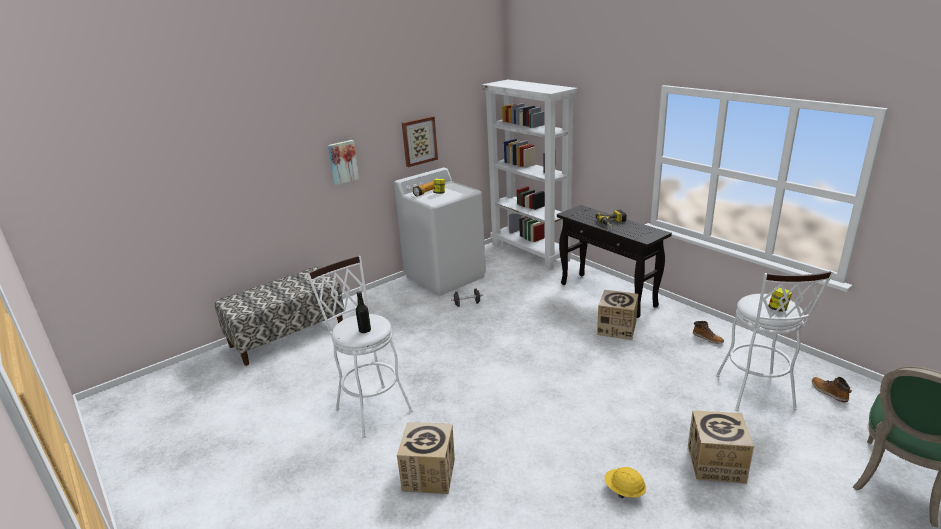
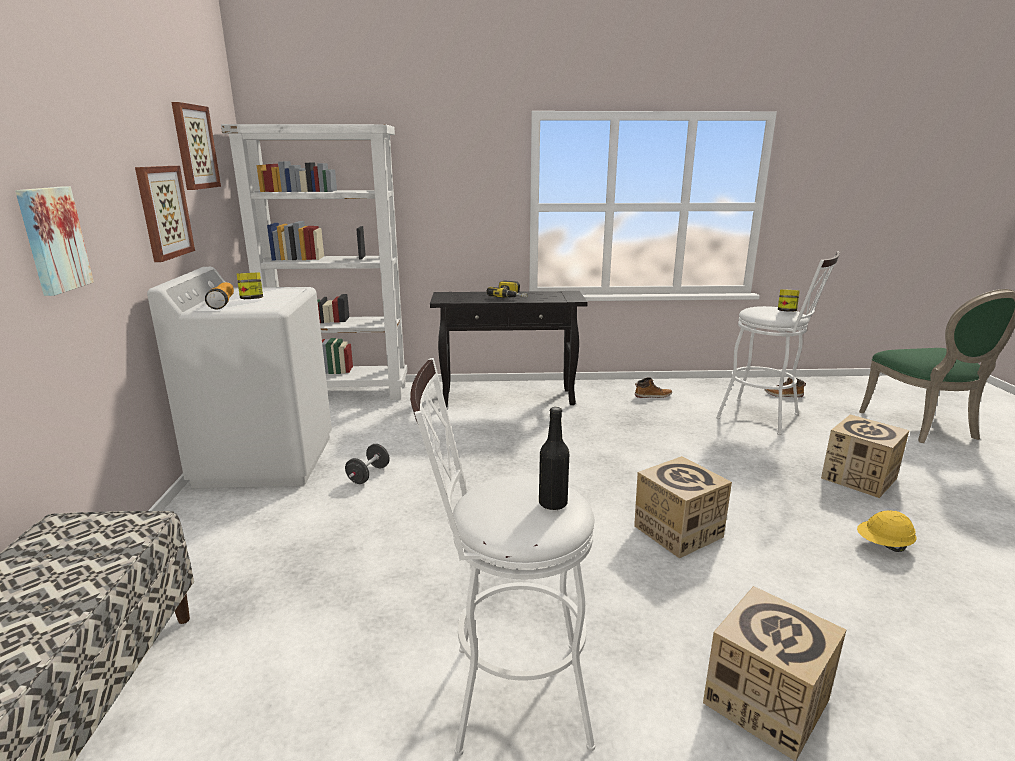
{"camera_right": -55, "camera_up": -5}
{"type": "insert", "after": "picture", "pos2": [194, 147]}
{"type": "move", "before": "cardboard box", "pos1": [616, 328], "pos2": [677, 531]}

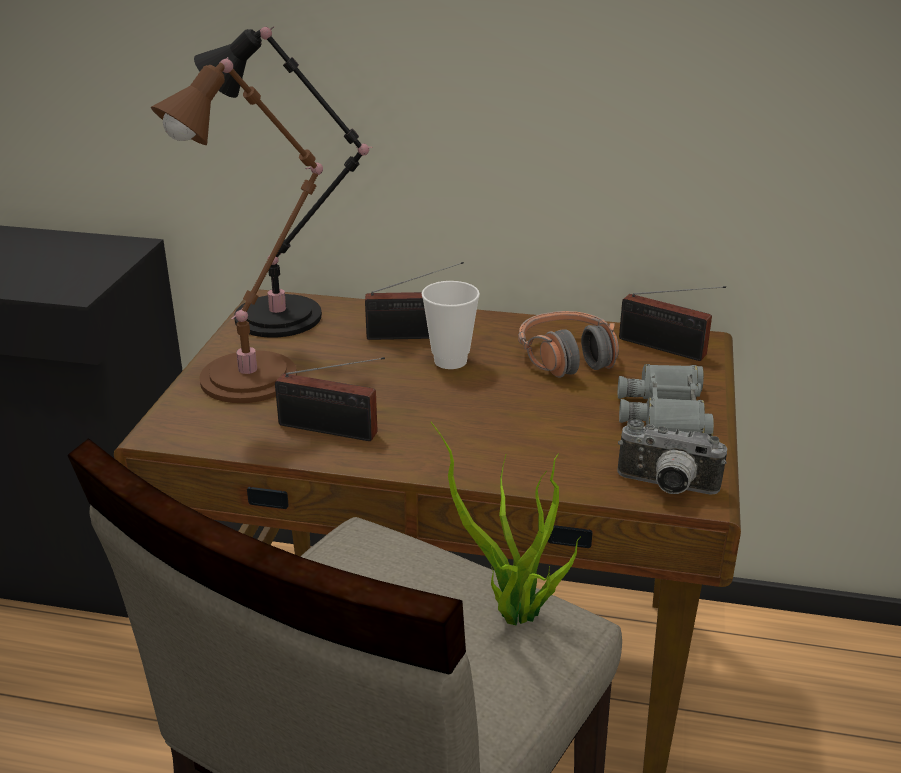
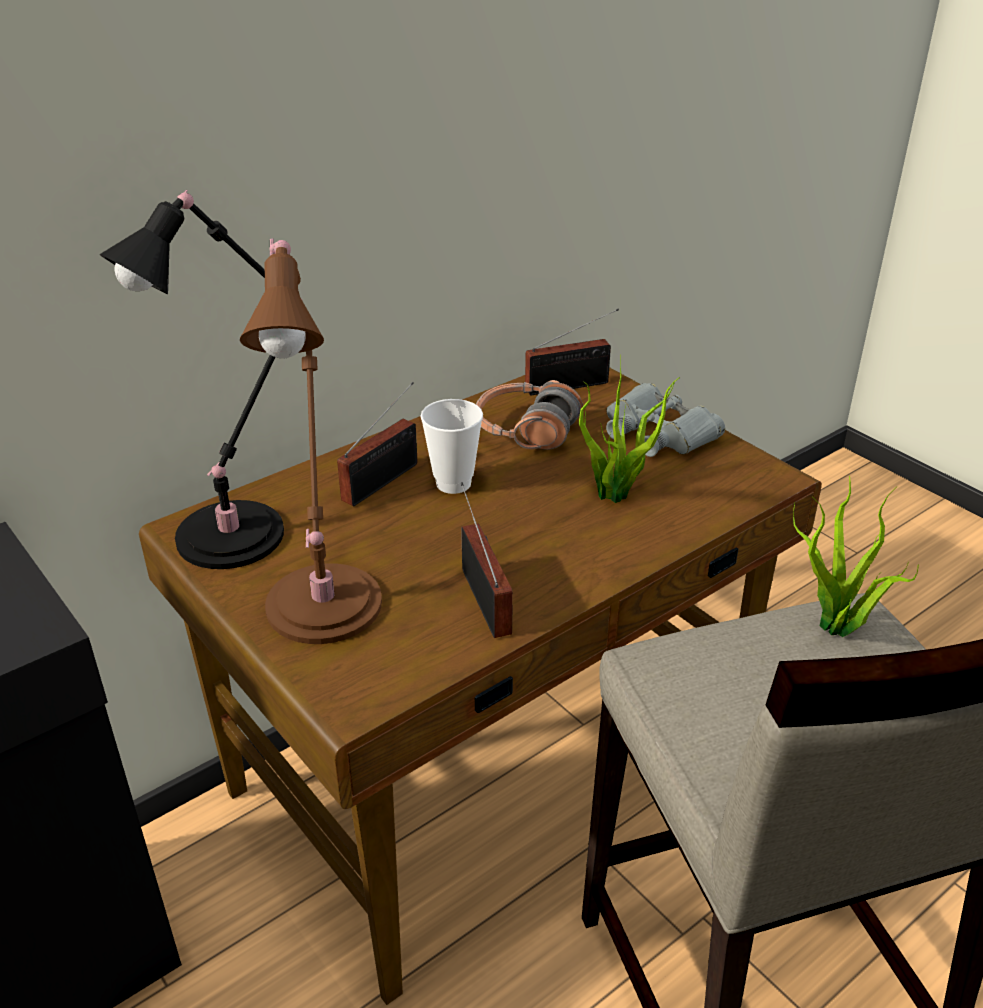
{"camera_right": -50, "camera_up": 5}
{"type": "rotate", "before": "radio", "pos1": [333, 430], "pos2": [485, 597], "turn": -75}
{"type": "insert", "after": "potted plant", "pos2": [617, 495]}
{"type": "delete", "before": "photo camera", "pos1": [666, 488]}

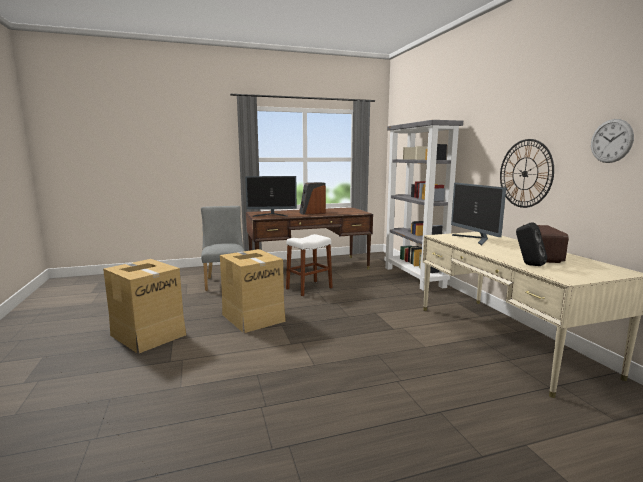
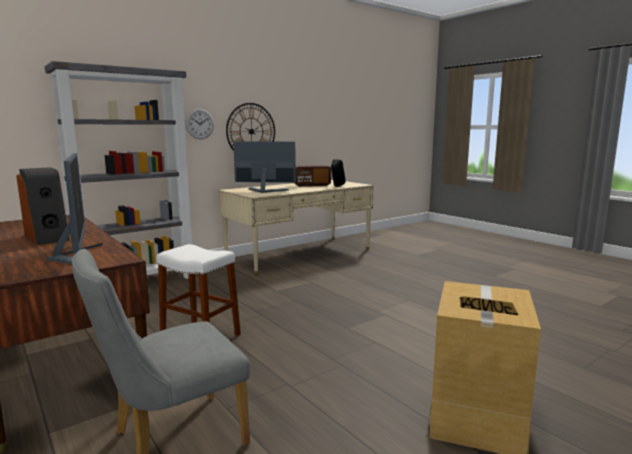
{"camera_right": -110, "camera_up": 0}
{"type": "move", "before": "wall clock", "pos1": [611, 141], "pos2": [200, 124]}
{"type": "rotate", "before": "monitor", "pos1": [475, 240], "pos2": [264, 191], "turn": -135}
{"type": "delete", "before": "cardboard box", "pos1": [253, 317]}

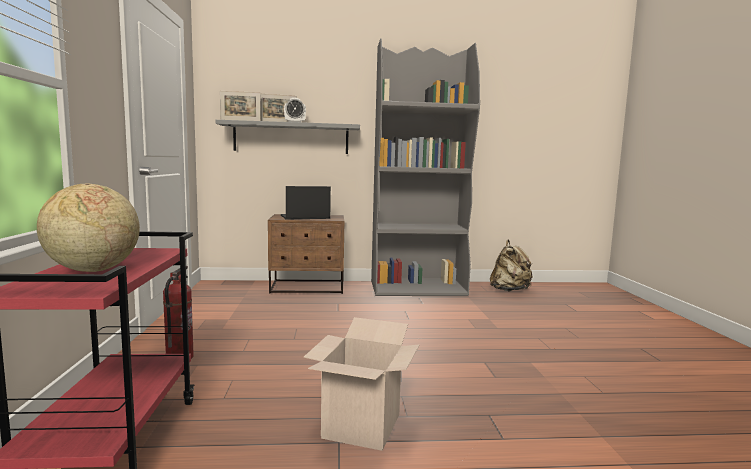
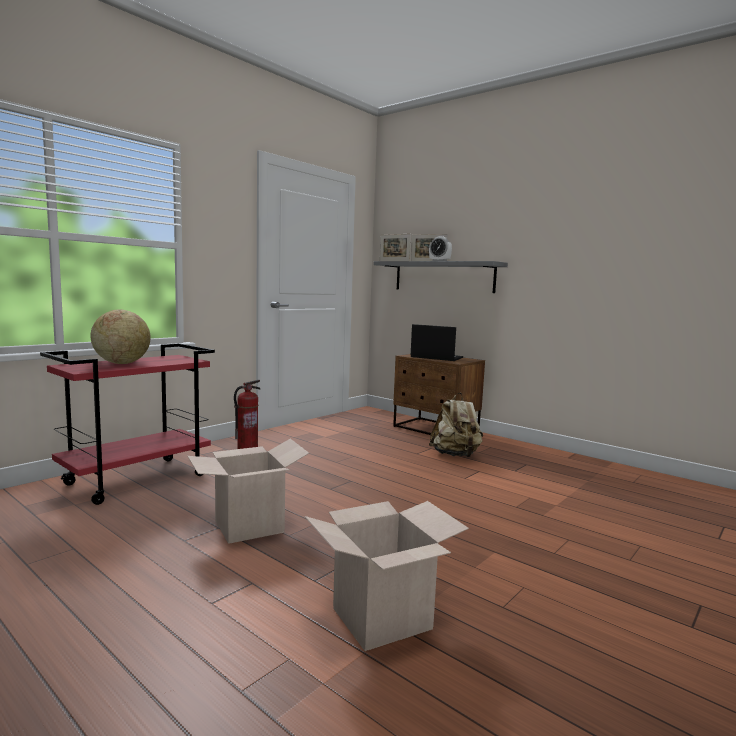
{"camera_right": 45, "camera_up": 0}
{"type": "insert", "after": "cardboard box", "pos2": [382, 618]}
{"type": "move", "before": "backpack (beige)", "pos1": [509, 290], "pos2": [455, 455]}
{"type": "delete", "before": "bookcase (grey)", "pos1": [418, 288]}

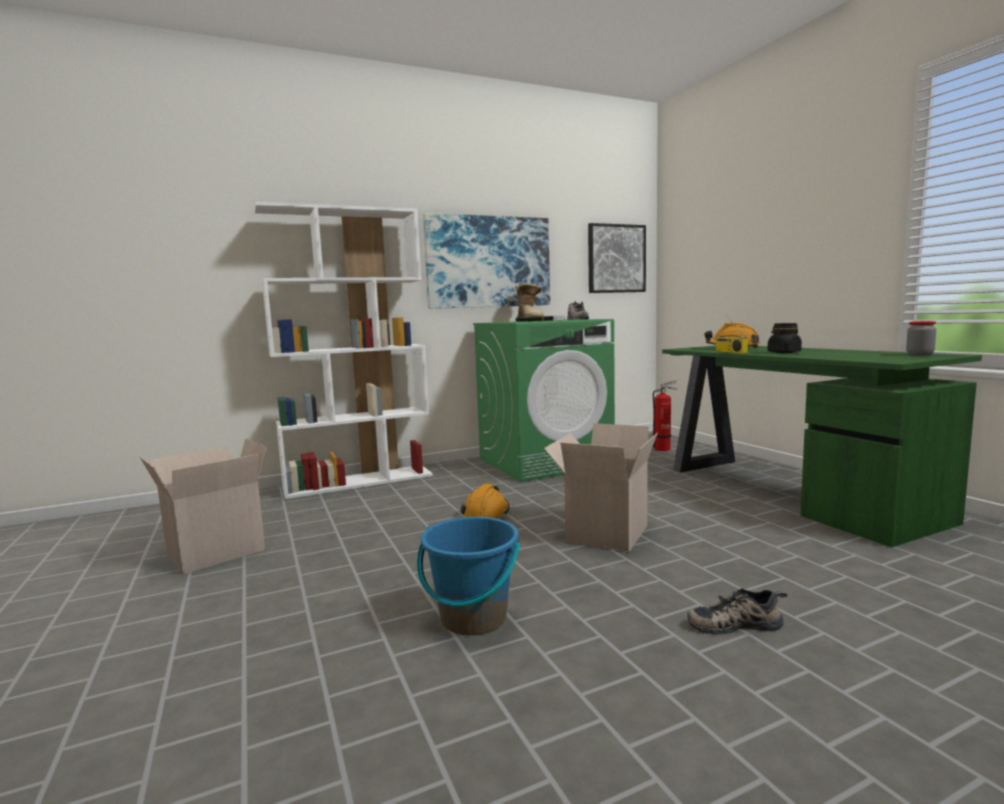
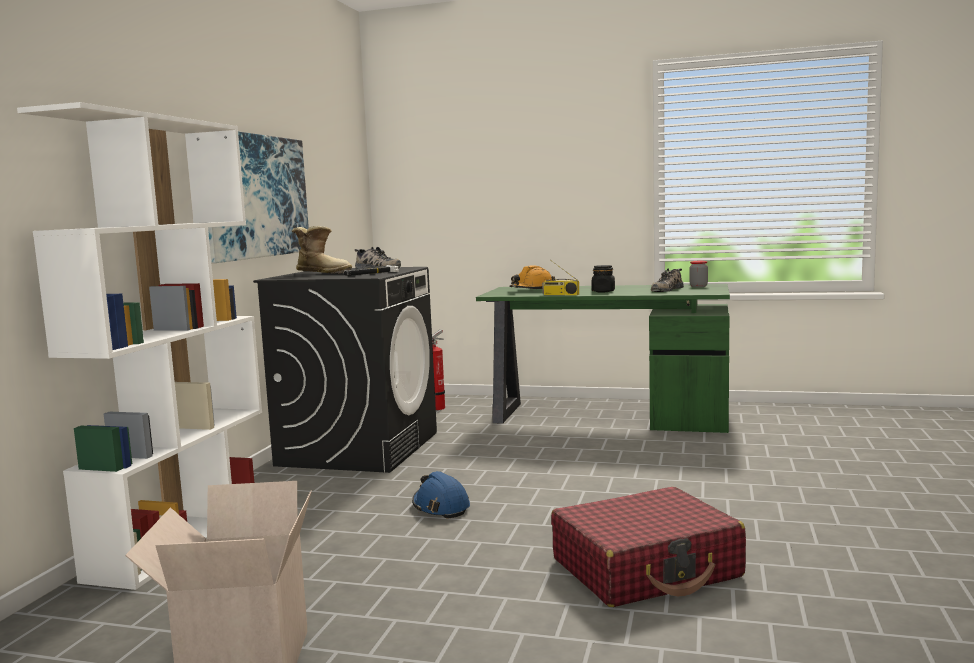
{"camera_right": -50, "camera_up": 0}
{"type": "recolor", "before": "washing machine (green)", "after": "washing machine (black)", "pos1": [545, 462], "pos2": [359, 448]}
{"type": "recolor", "before": "hard hat (orange)", "after": "hard hat (blue)", "pos1": [486, 513], "pos2": [440, 507]}
{"type": "replace", "before": "bucket (blue)", "after": "suitcase (red)", "pos1": [473, 618], "pos2": [647, 568]}
{"type": "move", "before": "shoe", "pos1": [734, 623], "pos2": [666, 289]}
{"type": "delete", "before": "cardboard box", "pos1": [605, 532]}
{"type": "delete", "before": "picture", "pos1": [616, 259]}

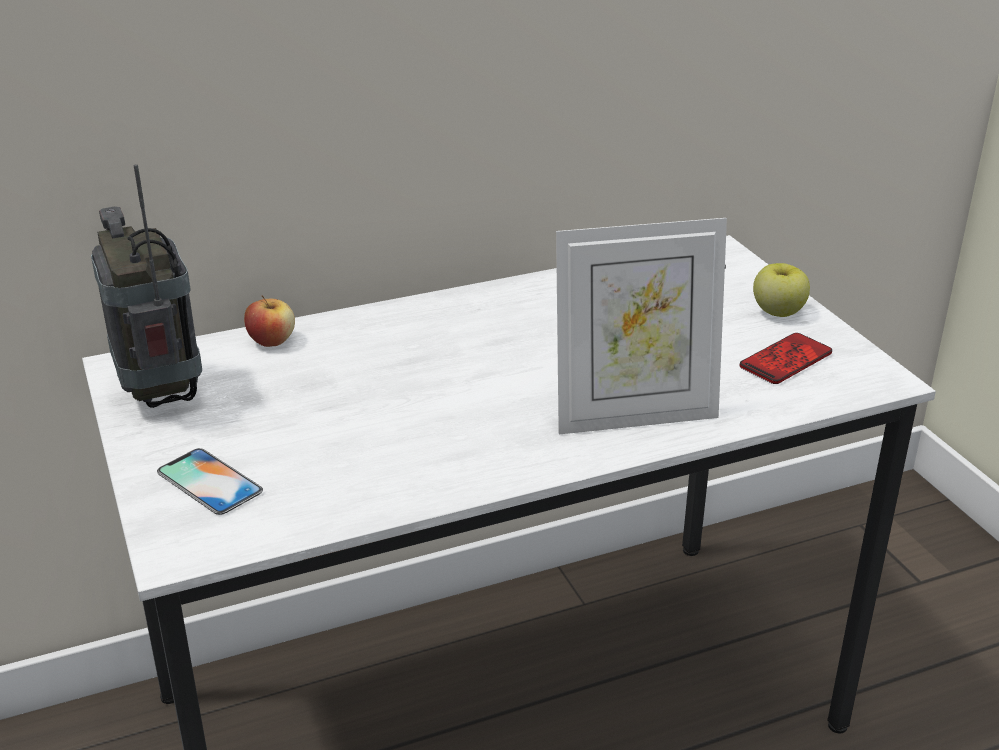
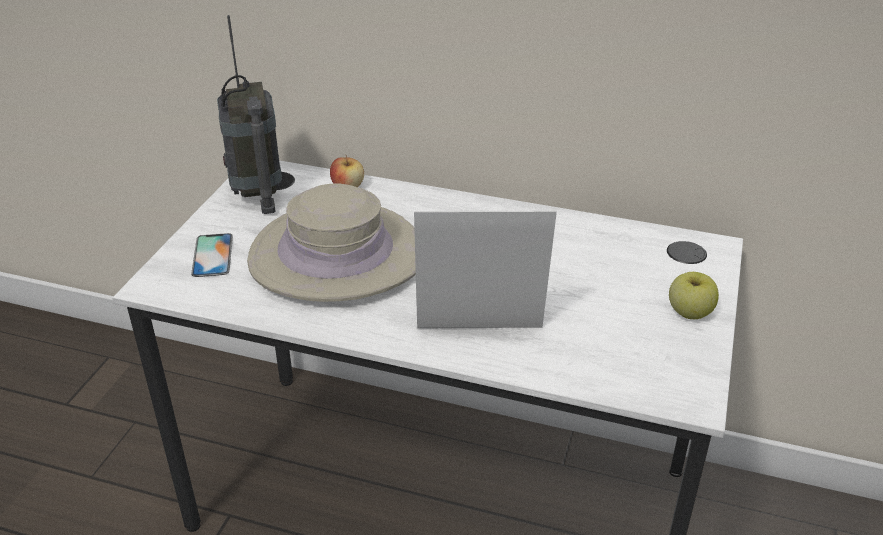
{"camera_right": 40, "camera_up": 5}
{"type": "rotate", "before": "radio", "pos1": [161, 392], "pos2": [256, 192], "turn": 150}
{"type": "insert", "after": "hat (beige)", "pos2": [337, 256]}
{"type": "rotate", "before": "picture frame", "pos1": [634, 416], "pos2": [480, 335], "turn": 150}
{"type": "delete", "before": "phone", "pos1": [785, 360]}

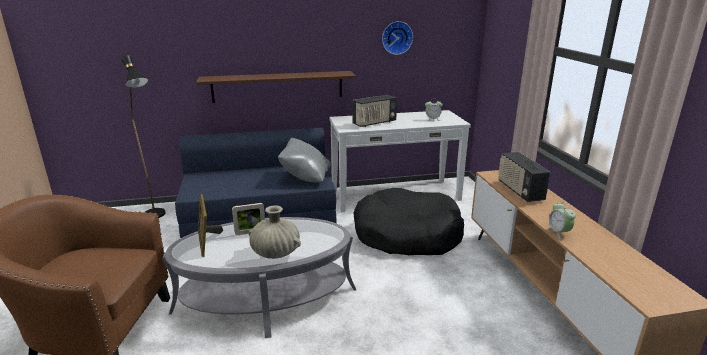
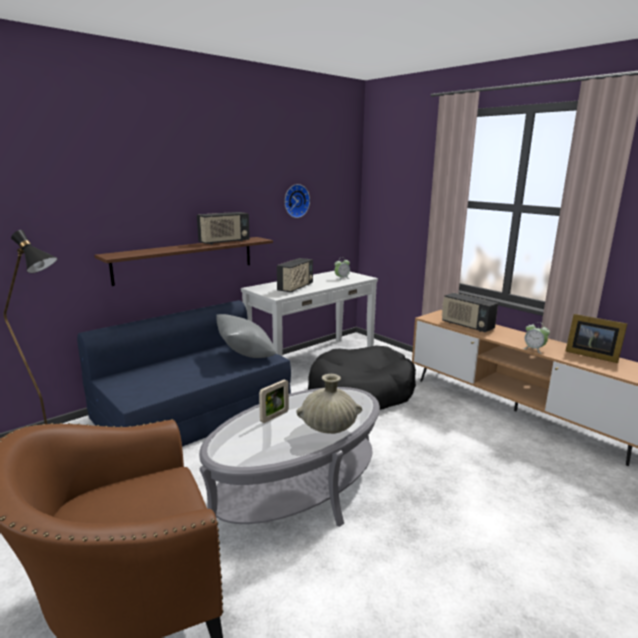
{"camera_right": -30, "camera_up": -5}
{"type": "insert", "after": "radio", "pos2": [224, 242]}
{"type": "move", "before": "picture frame", "pos1": [208, 241], "pos2": [590, 355]}

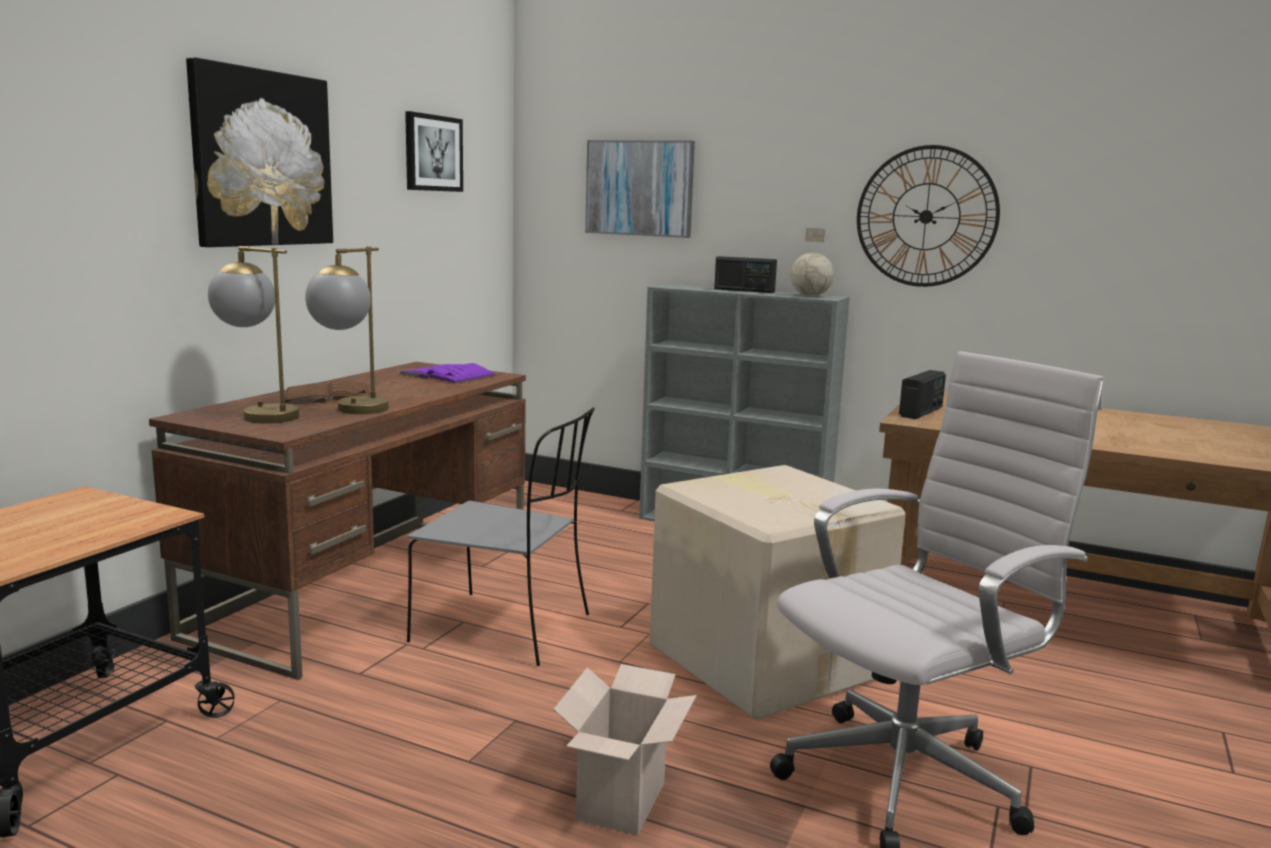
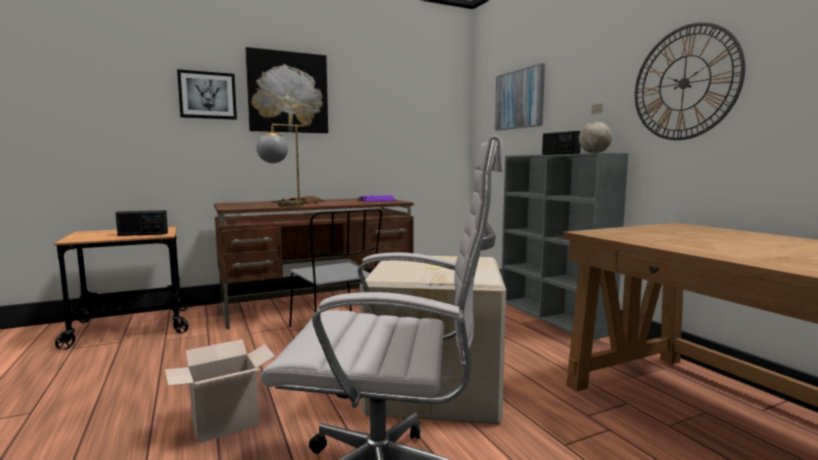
{"camera_right": 40, "camera_up": -5}
{"type": "move", "before": "radio", "pos1": [921, 412], "pos2": [143, 234]}
{"type": "move", "before": "picture", "pos1": [432, 153], "pos2": [207, 95]}
{"type": "delete", "before": "table lamp", "pos1": [258, 415]}

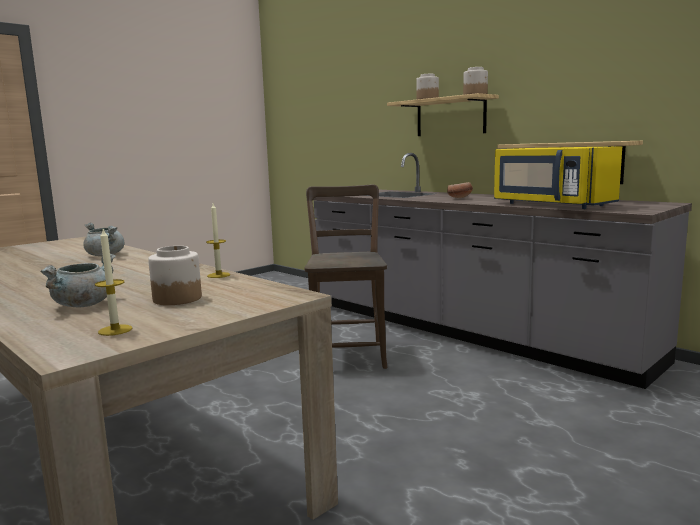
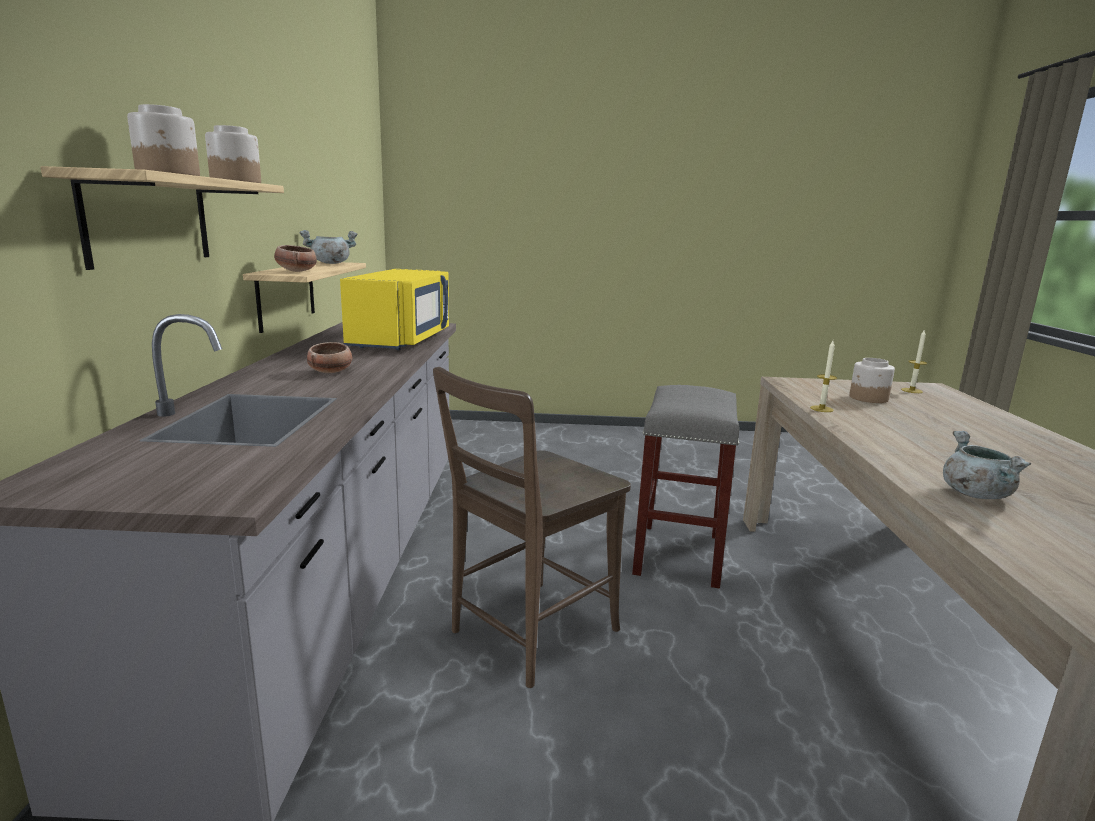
{"camera_right": -135, "camera_up": 5}
{"type": "insert", "after": "bowl", "pos2": [296, 271]}
{"type": "move", "before": "cooking pot (grey)", "pos1": [83, 305], "pos2": [330, 263]}
{"type": "insert", "after": "stool (grey)", "pos2": [677, 553]}

